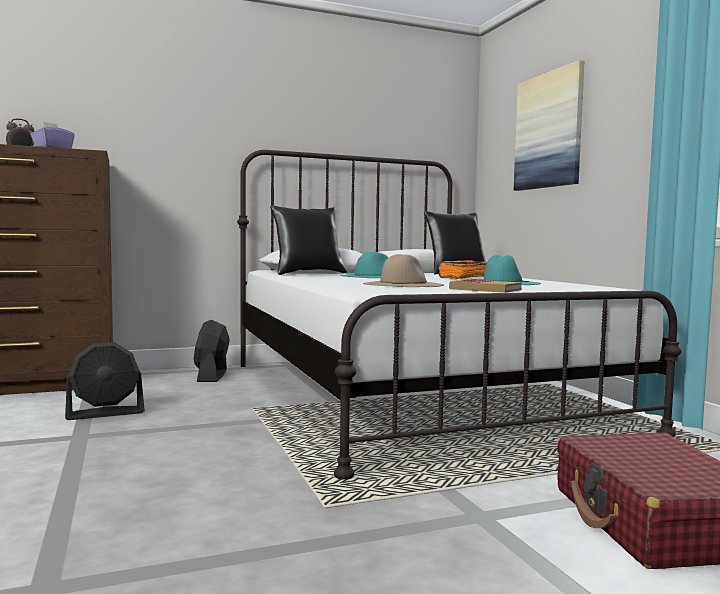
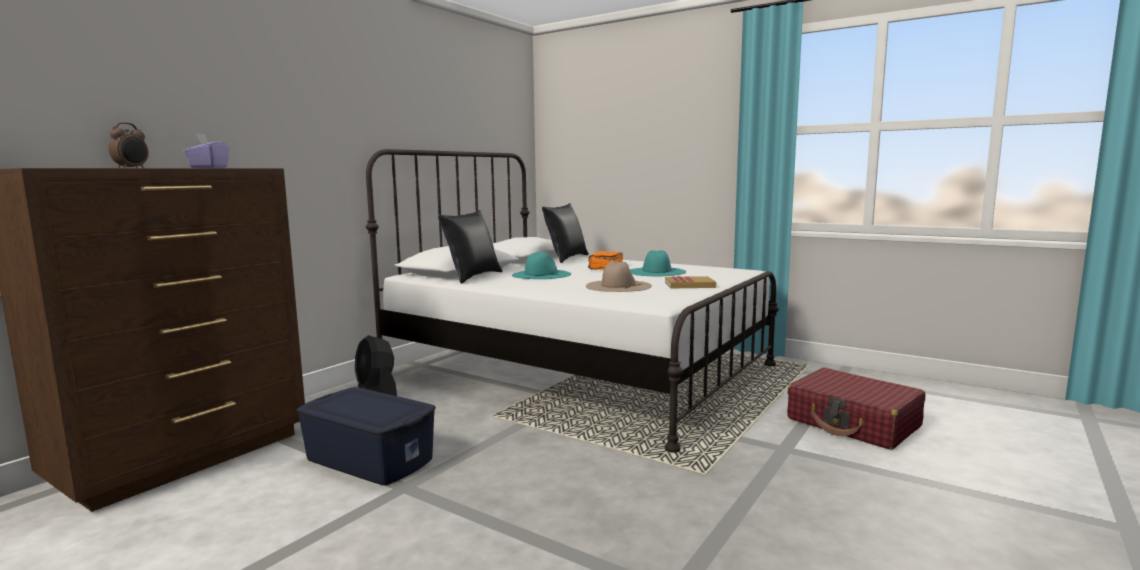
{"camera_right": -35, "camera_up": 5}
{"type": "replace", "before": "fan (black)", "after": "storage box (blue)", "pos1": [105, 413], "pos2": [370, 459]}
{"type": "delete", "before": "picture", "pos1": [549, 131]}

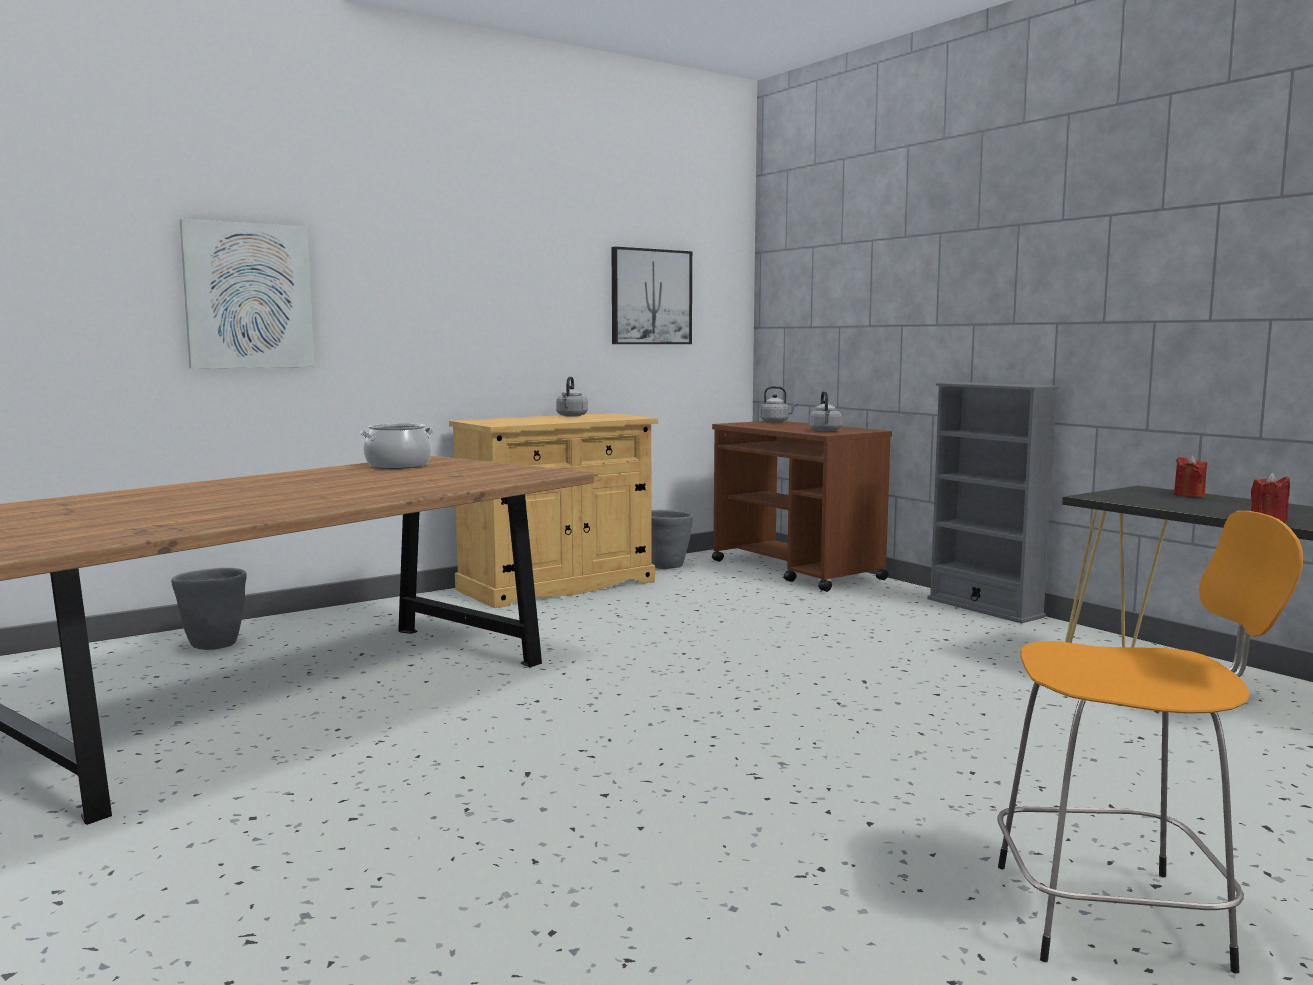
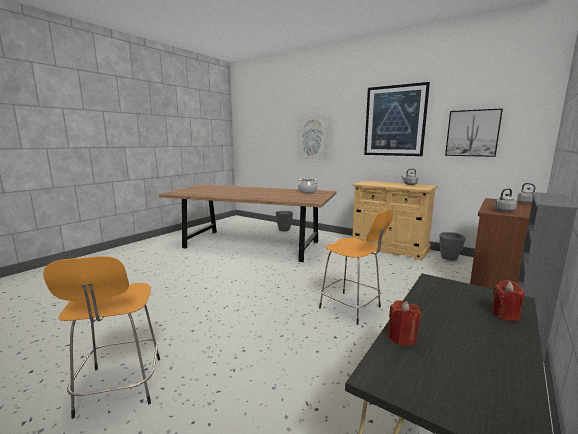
{"camera_right": 70, "camera_up": 5}
{"type": "insert", "after": "stool (orange)", "pos2": [352, 308]}
{"type": "insert", "after": "picture", "pos2": [394, 121]}

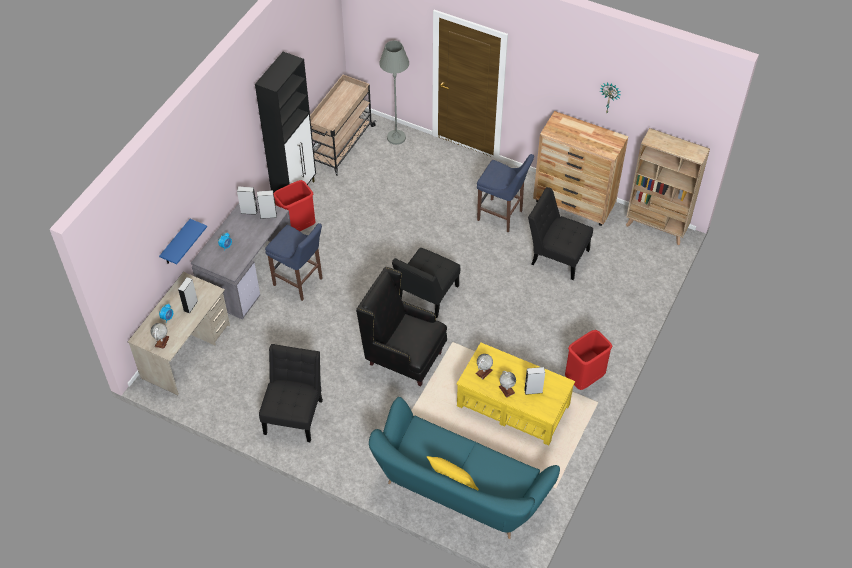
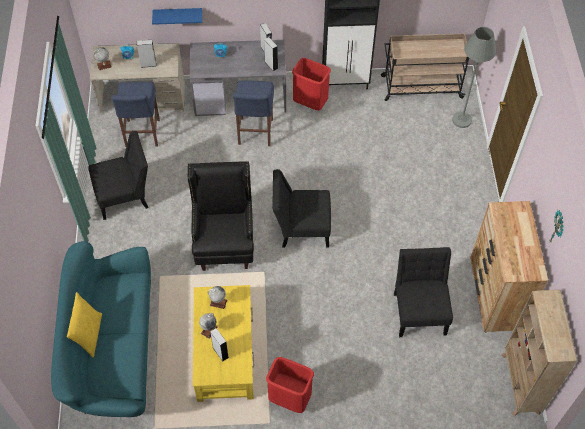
{"camera_right": 60, "camera_up": 5}
{"type": "move", "before": "stool (blue)", "pos1": [502, 216], "pos2": [142, 135]}

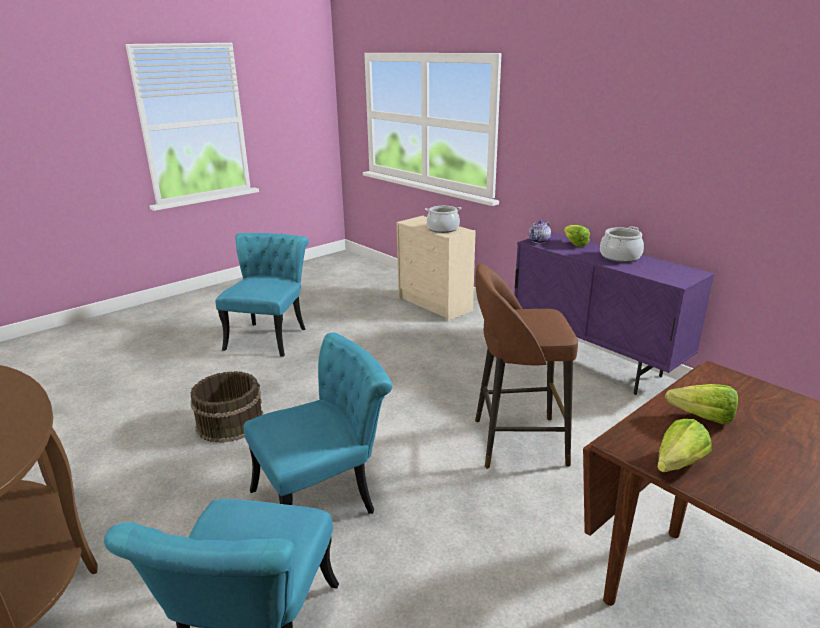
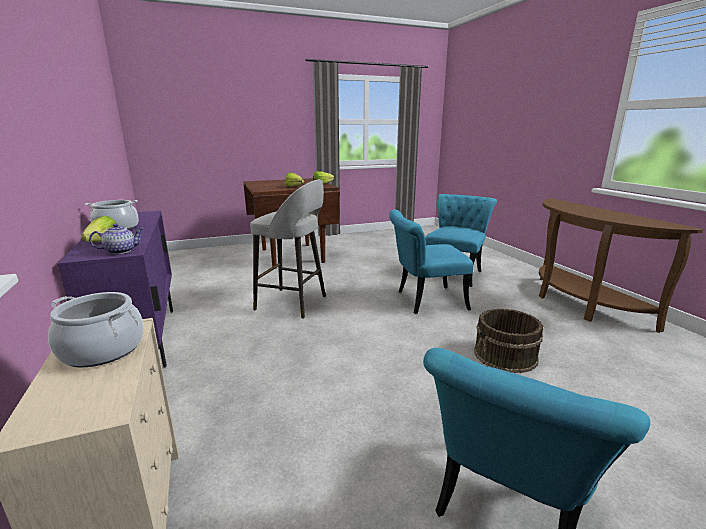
{"camera_right": -160, "camera_up": -5}
{"type": "recolor", "before": "stool (brown)", "after": "stool (grey)", "pos1": [516, 442], "pos2": [293, 303]}

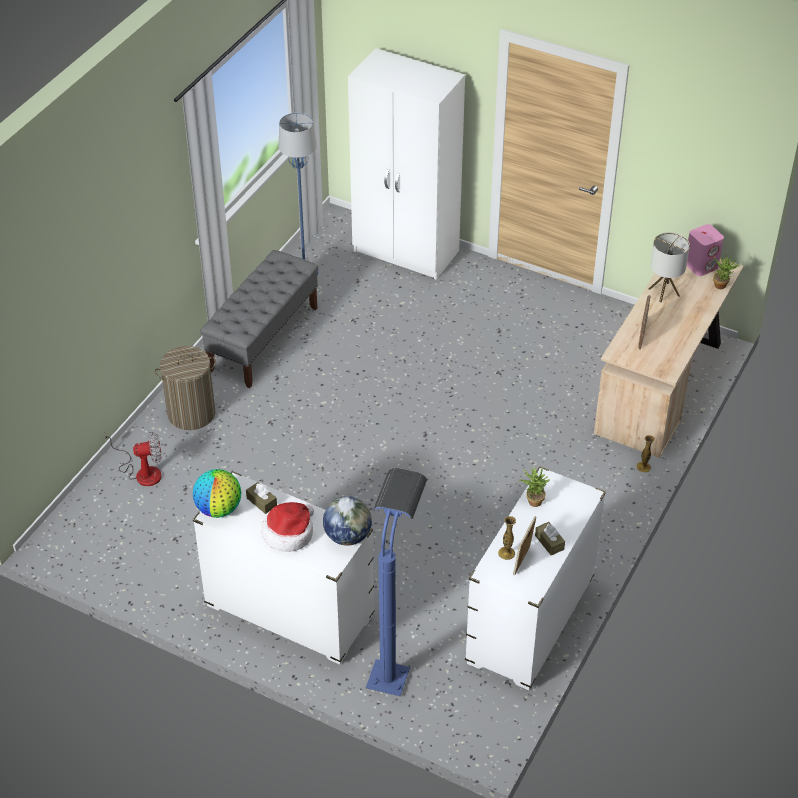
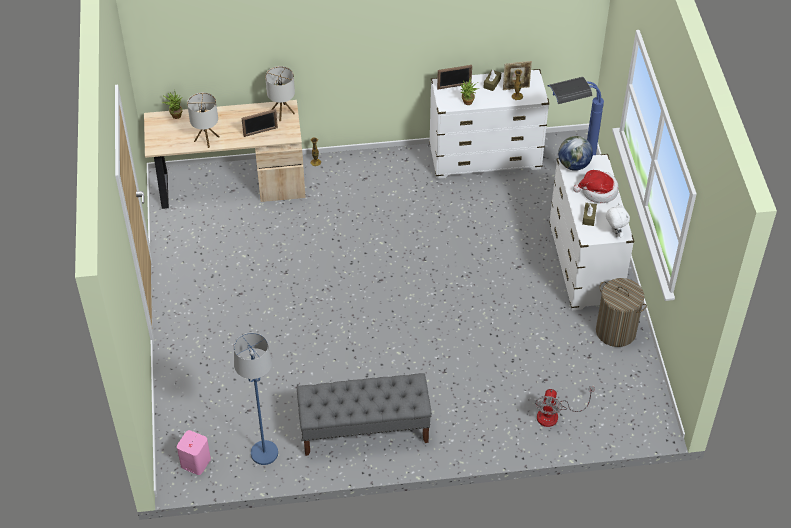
{"camera_right": -125, "camera_up": 5}
{"type": "move", "before": "speaker (pink)", "pos1": [701, 265], "pos2": [195, 462]}
{"type": "insert", "after": "table lamp", "pos2": [282, 112]}
{"type": "insert", "after": "picture frame", "pos2": [454, 86]}
{"type": "rotate", "before": "fan", "pos1": [142, 472], "pos2": [554, 414], "turn": -120}
{"type": "move", "before": "laundry basket", "pos1": [191, 413], "pos2": [616, 331]}
{"type": "replace", "before": "globe", "after": "plush toy (white)", "pos1": [219, 509], "pos2": [614, 233]}
{"type": "delete", "before": "wardrobe (white)", "pos1": [406, 252]}

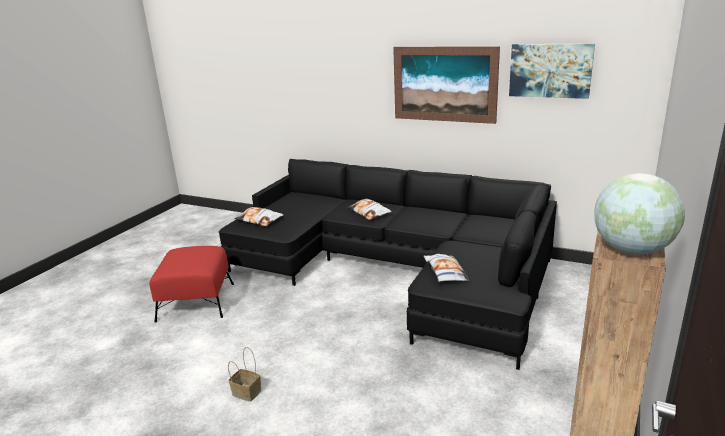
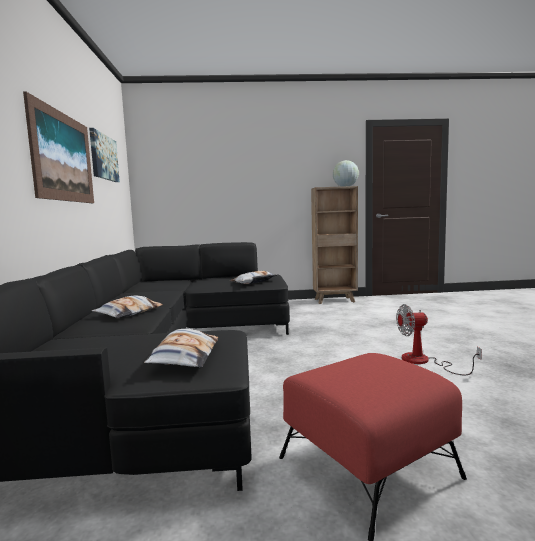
{"camera_right": -120, "camera_up": -15}
{"type": "replace", "before": "basket", "after": "fan", "pos1": [245, 392], "pos2": [424, 362]}

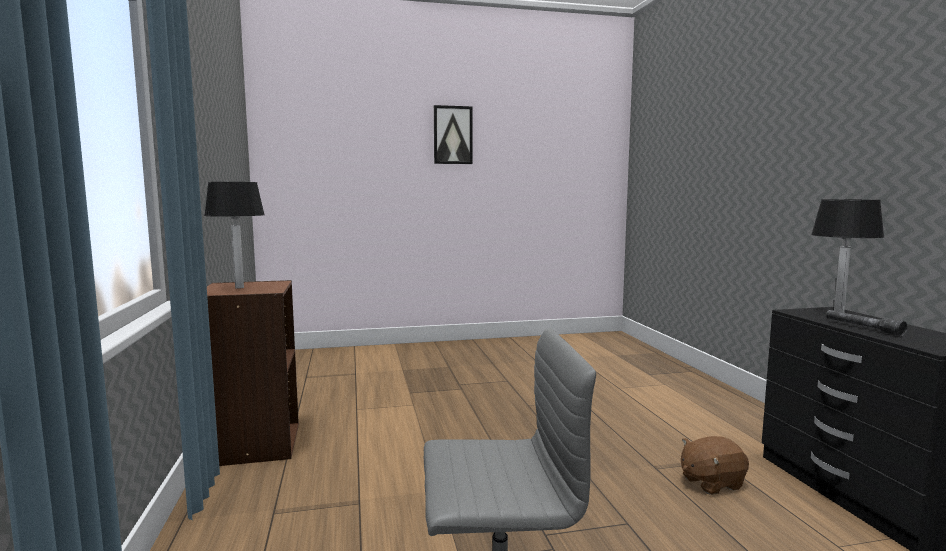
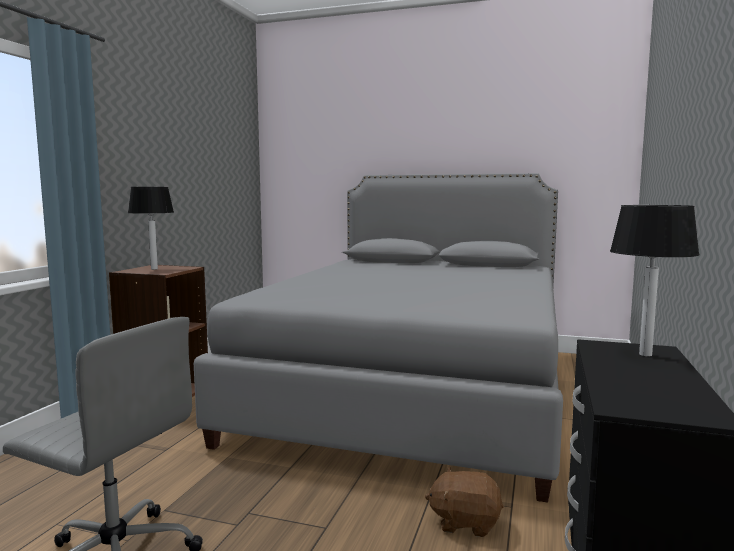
{"camera_right": 30, "camera_up": 0}
{"type": "insert", "after": "bed (grey)", "pos2": [414, 389]}
{"type": "delete", "before": "picture", "pos1": [452, 135]}
{"type": "delete", "before": "flashlight (grey)", "pos1": [862, 327]}

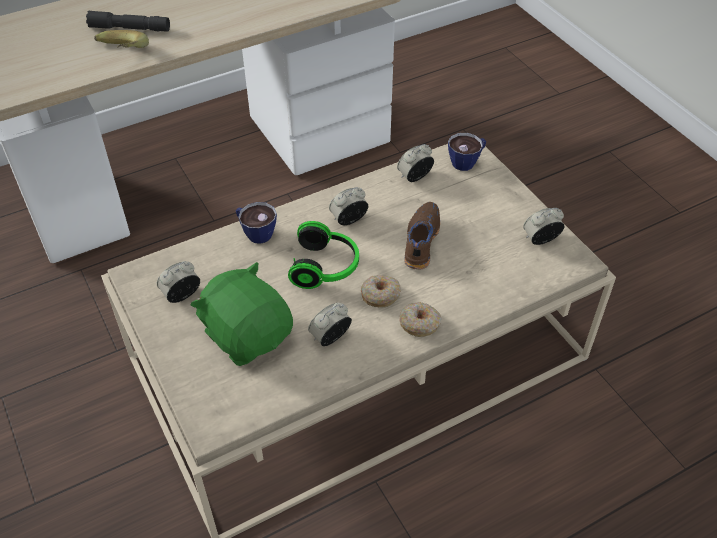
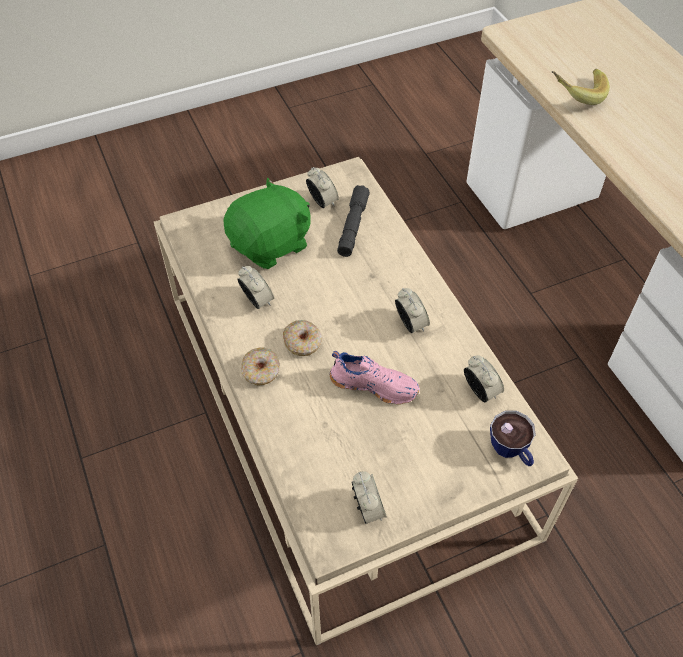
{"camera_right": 95, "camera_up": 5}
{"type": "recolor", "before": "shoe (brown)", "after": "shoe (pink)", "pos1": [420, 241], "pos2": [374, 384]}
{"type": "move", "before": "flashlight (grey)", "pos1": [130, 28], "pos2": [353, 226]}
{"type": "delete", "before": "cup", "pos1": [255, 232]}
{"type": "delete", "before": "headphones", "pos1": [326, 267]}

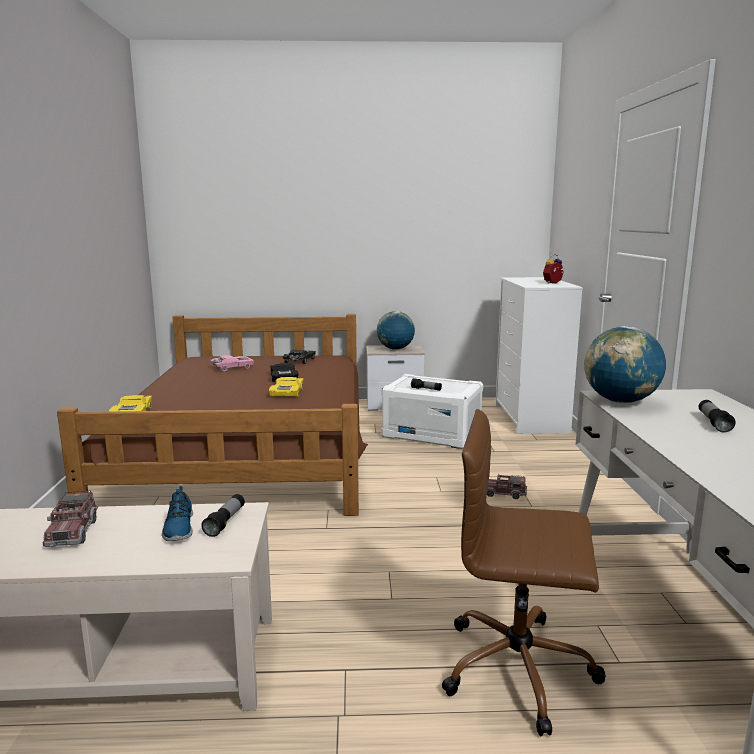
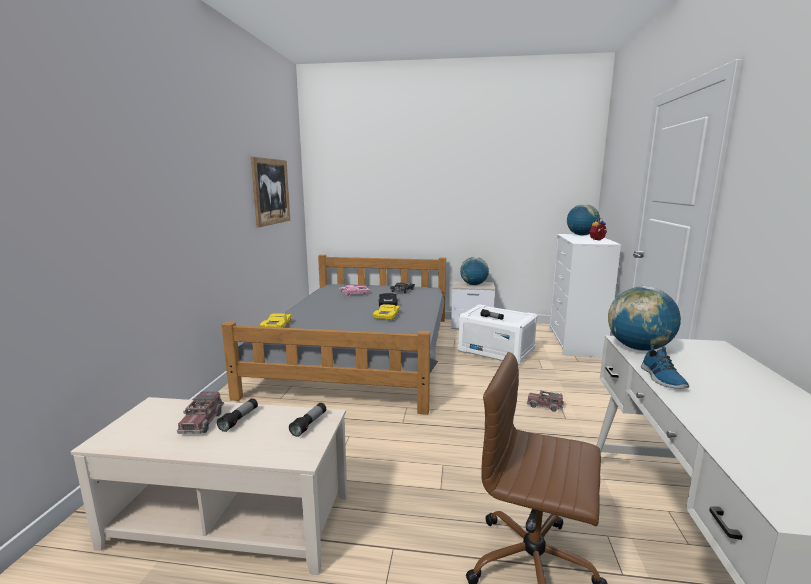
{"camera_right": 10, "camera_up": 0}
{"type": "move", "before": "flashlight", "pos1": [713, 423], "pos2": [239, 420]}
{"type": "recolor", "before": "bed (brown)", "after": "bed (grey)", "pos1": [250, 446], "pos2": [361, 351]}
{"type": "insert", "after": "picture", "pos2": [271, 191]}
{"type": "insert", "after": "globe", "pos2": [581, 235]}
{"type": "move", "before": "shoe", "pos1": [178, 527], "pos2": [661, 378]}

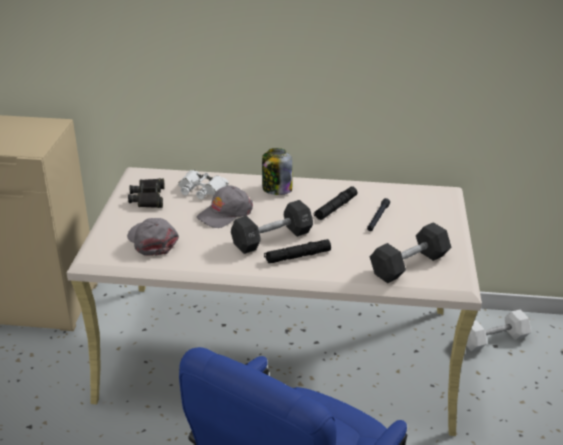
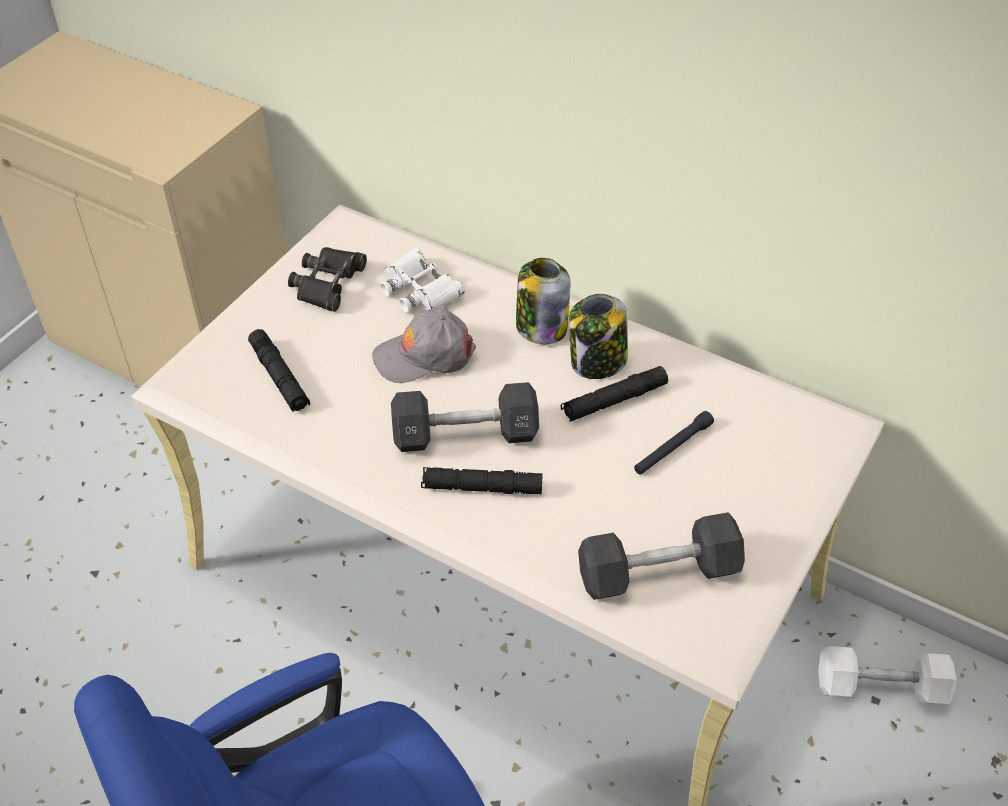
{"camera_right": 25, "camera_up": 15}
{"type": "replace", "before": "cap (grey)", "after": "flashlight (black)", "pos1": [152, 241], "pos2": [279, 377]}
{"type": "insert", "after": "jar", "pos2": [597, 362]}

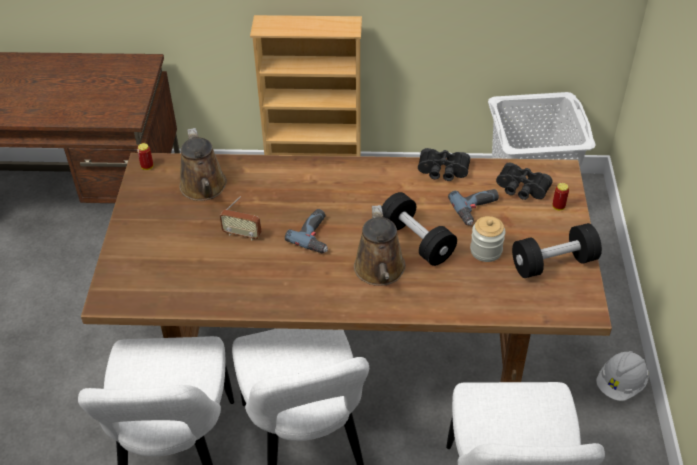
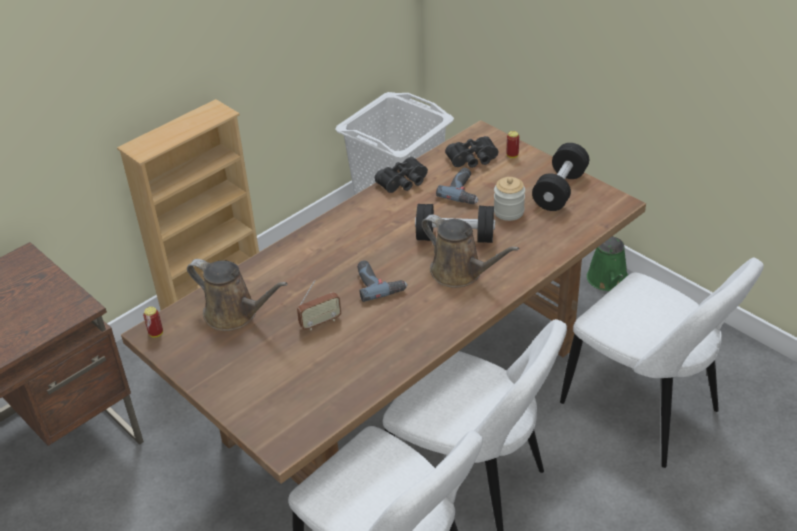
{"camera_right": -45, "camera_up": -5}
{"type": "replace", "before": "hard hat (white)", "after": "watering can (green)", "pos1": [620, 384], "pos2": [608, 280]}

